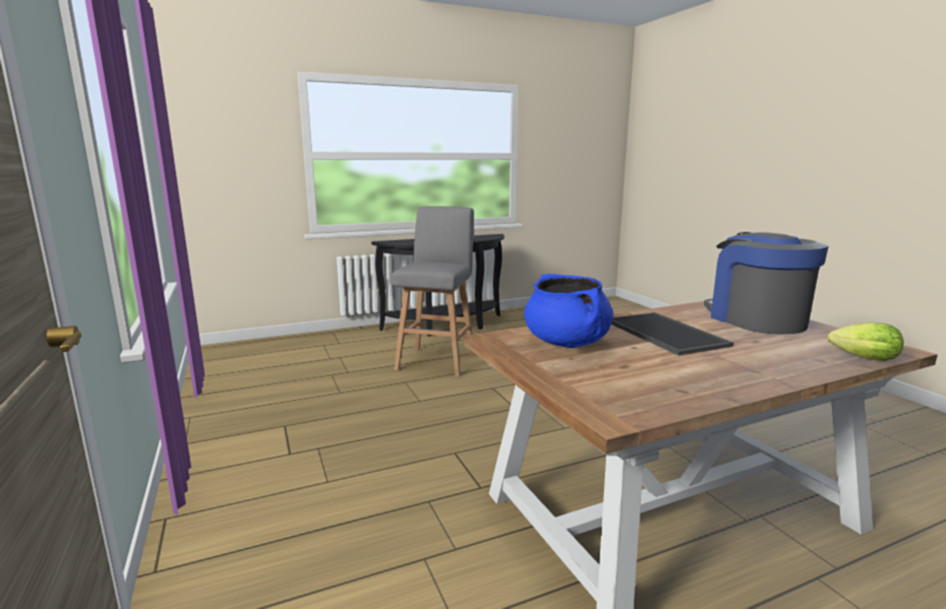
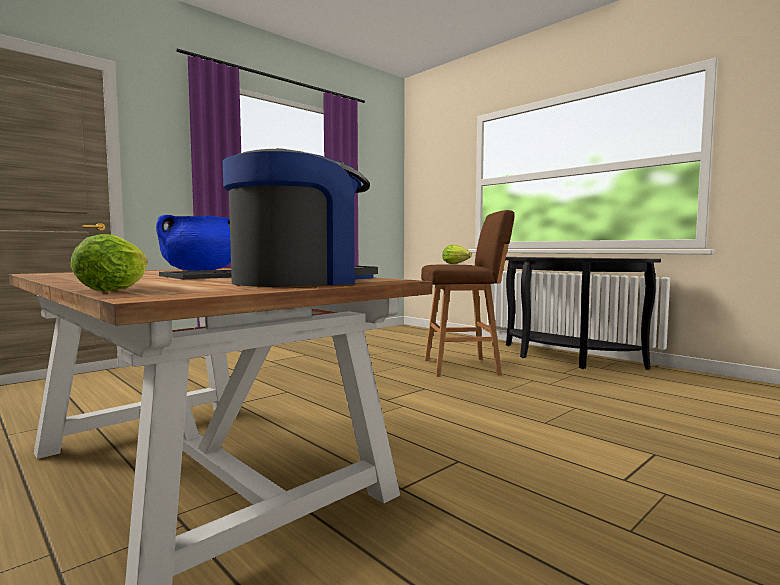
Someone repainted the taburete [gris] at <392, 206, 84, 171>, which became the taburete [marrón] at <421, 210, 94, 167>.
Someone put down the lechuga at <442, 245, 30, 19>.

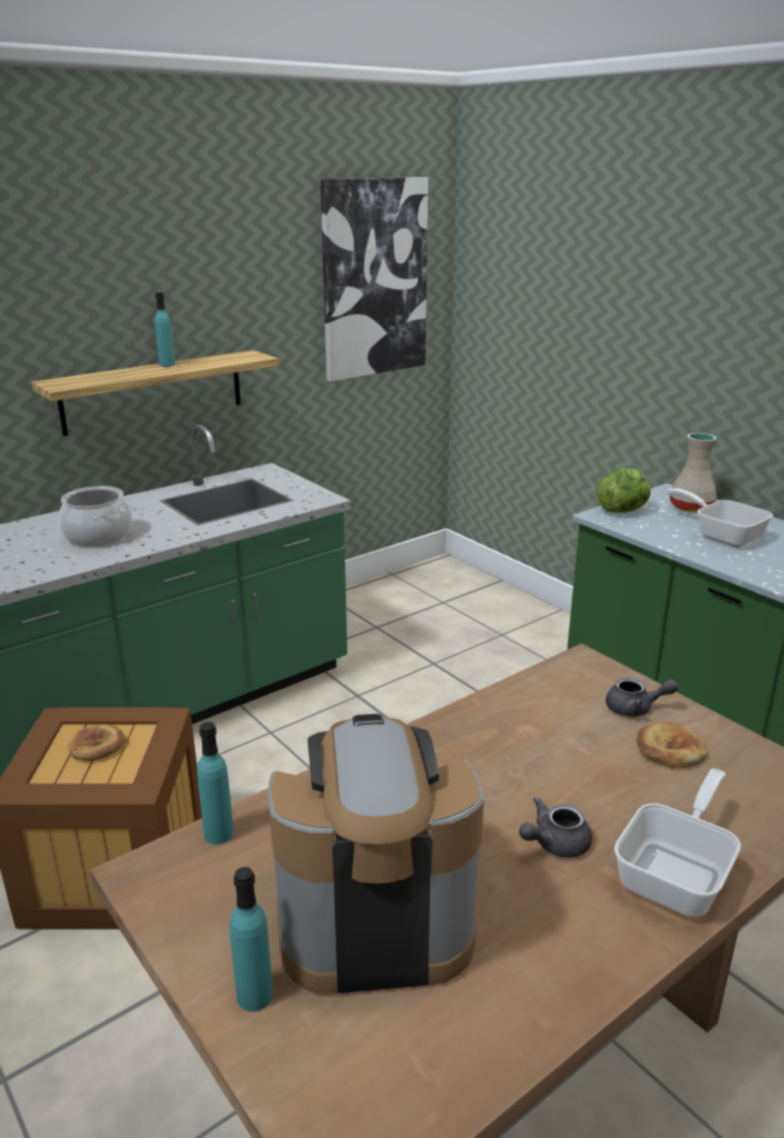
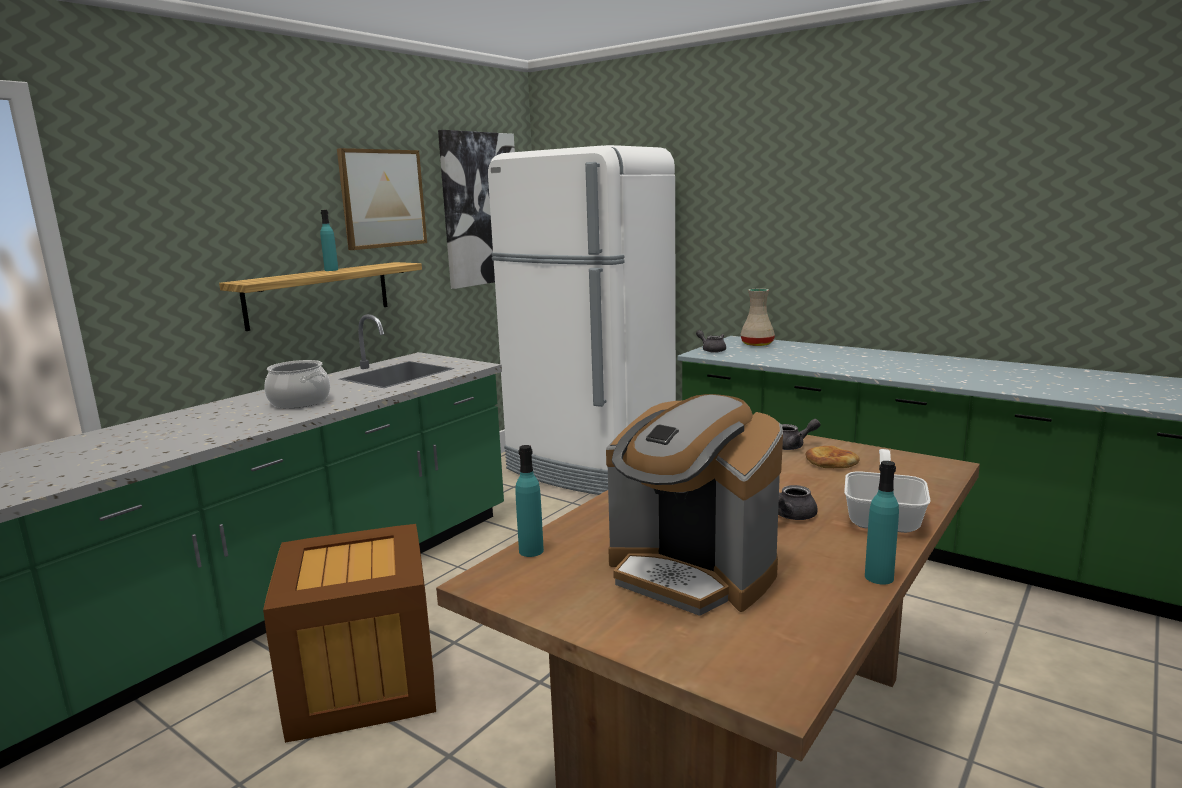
Someone took away the pan at <68, 725, 58, 36>.
Someone carried the botella [turquesa] from <230, 867, 43, 145> to <865, 461, 34, 124>.
Someone rotated the cafetera at <268, 714, 216, 280> by 120 degrees counterclockwise.
Someone swapped the lechuga at <597, 468, 54, 45> for the tetera [gris] at <696, 330, 30, 23>.
Someone took away the sartén at <667, 488, 106, 59>.
Someone put up the cuadro at <337, 148, 90, 102>.
Someone put down the nevera [blanco] at <488, 145, 188, 350>.

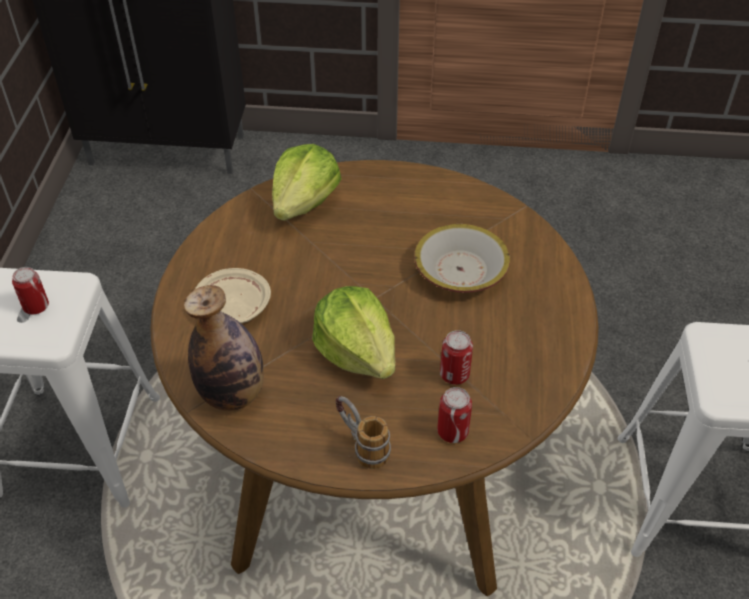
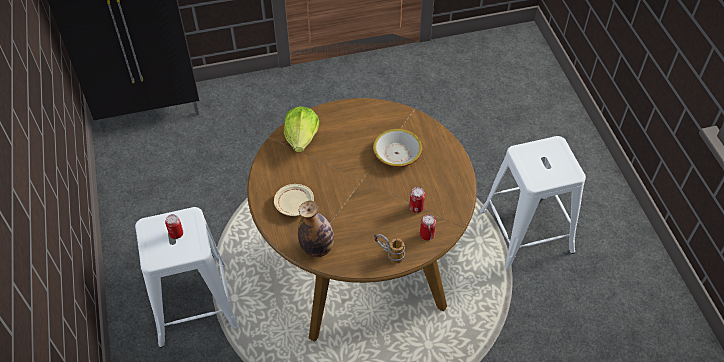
Someone took away the lechuga at <312, 286, 83, 93>.

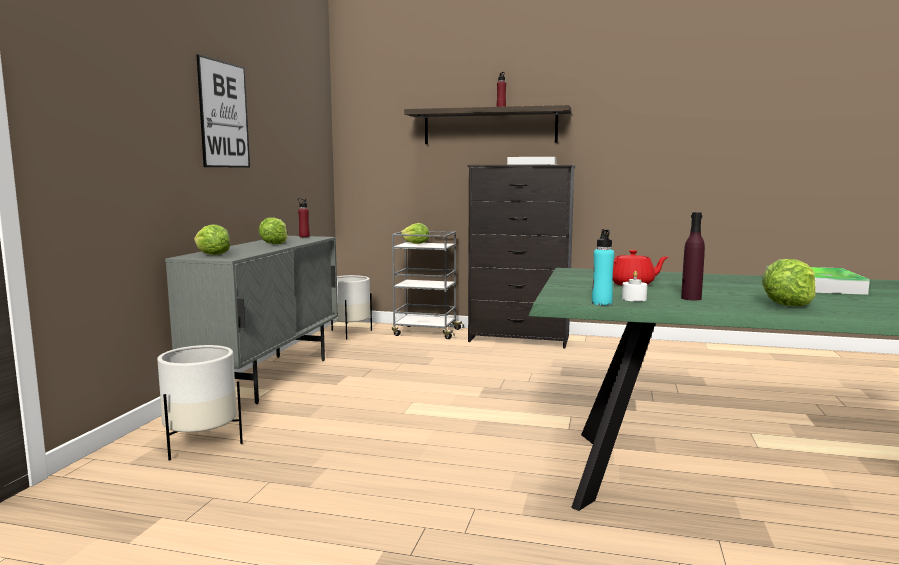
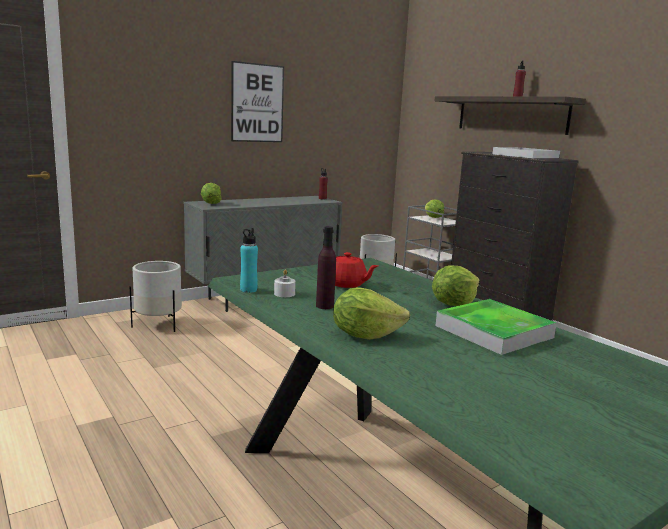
Someone carried the lechuga from <259, 217, 28, 27> to <432, 265, 48, 41>.

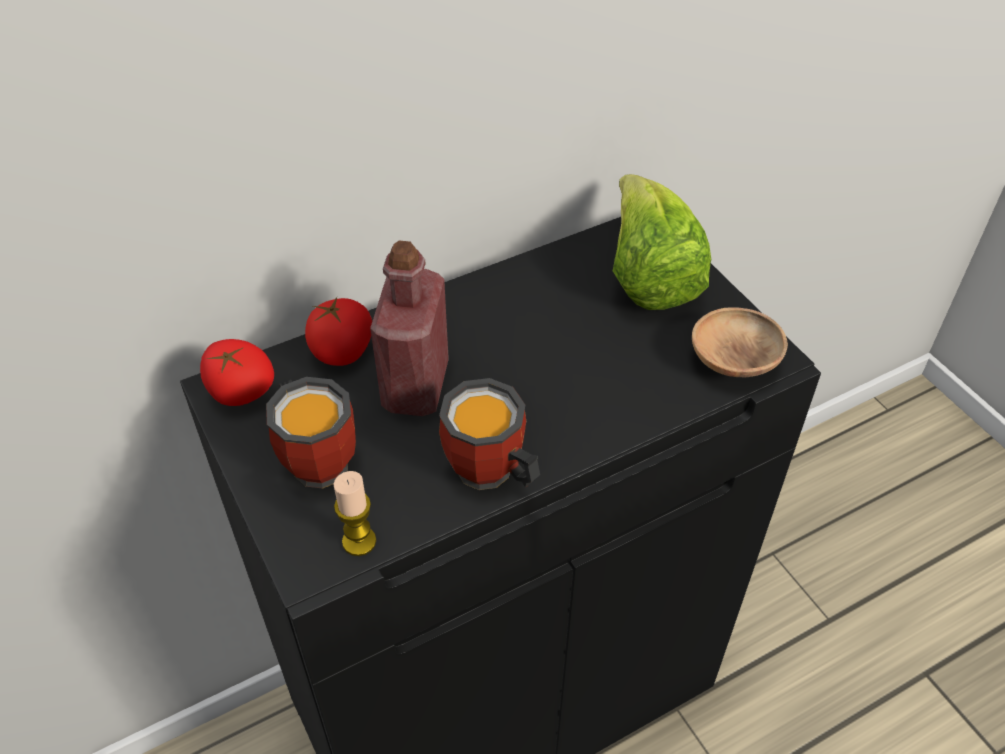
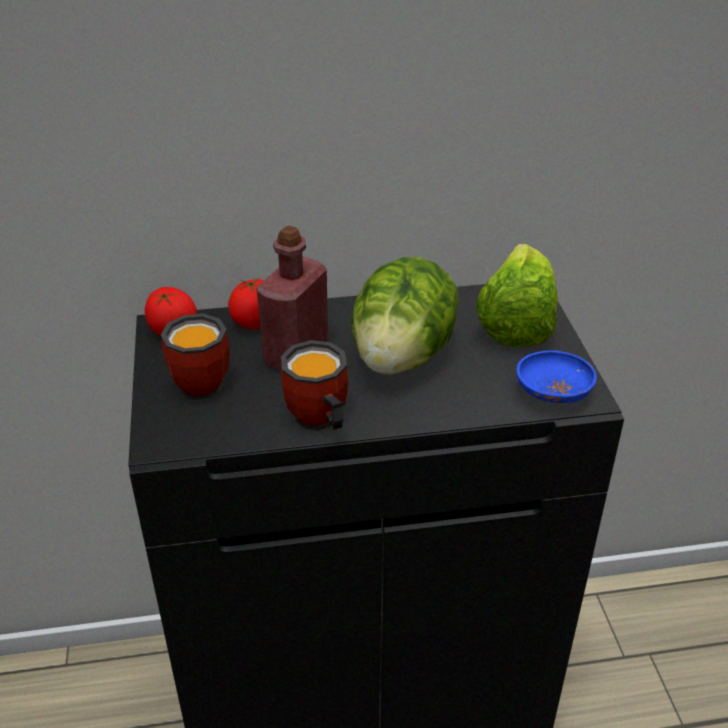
Someone took away the vela at <333, 471, 43, 85>.
Someone repainted the cuenco [marrón] at <692, 307, 96, 70>, which became the cuenco [azul] at <516, 350, 81, 53>.
Someone put down the lechuga at <351, 257, 108, 118>.

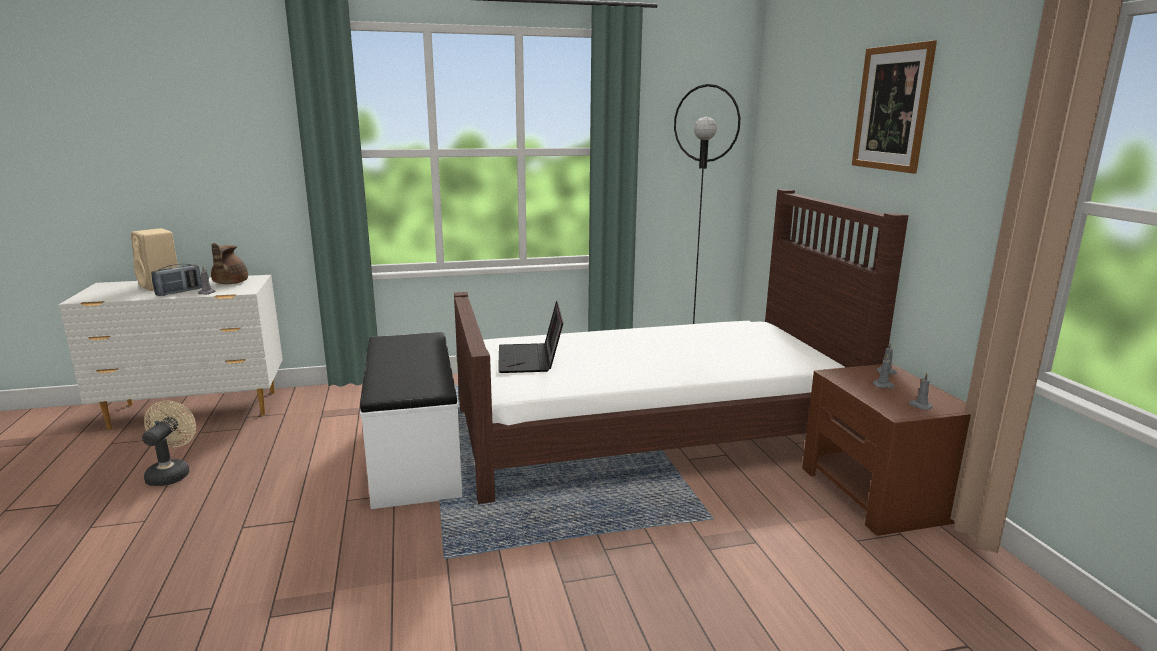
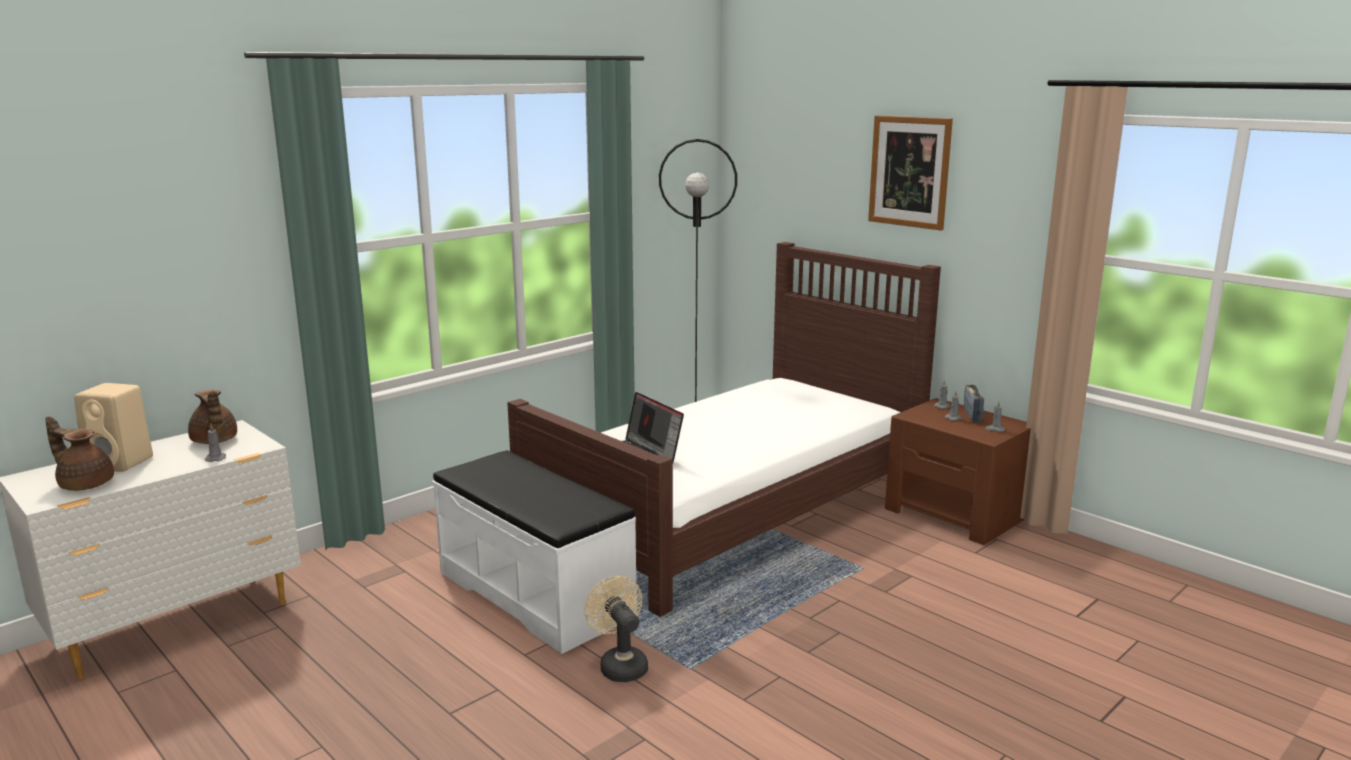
Someone carried the ventilador [beis] from <142, 401, 54, 85> to <584, 576, 64, 106>.
Someone carried the radio from <151, 264, 51, 32> to <964, 385, 20, 37>.
Someone put down the tetera [marrón] at <45, 416, 69, 75>.

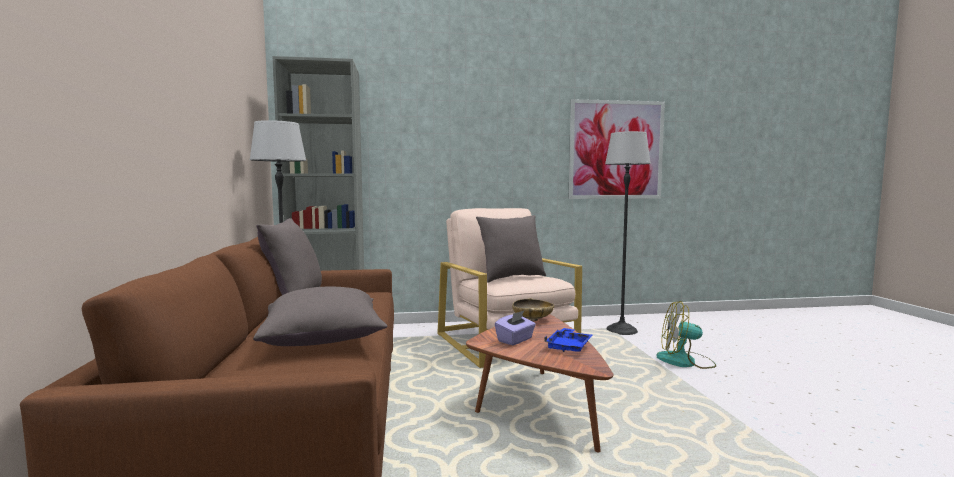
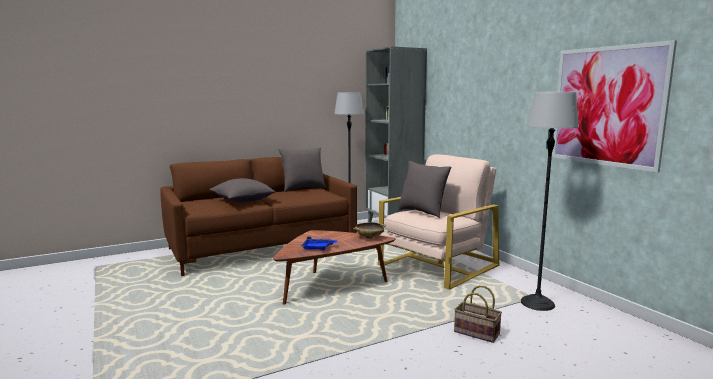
Someone took away the caja de pañuelos [morado] at <495, 311, 41, 34>.
Someone swapped the ventilador at <657, 301, 59, 68> for the cesta at <454, 285, 48, 58>.

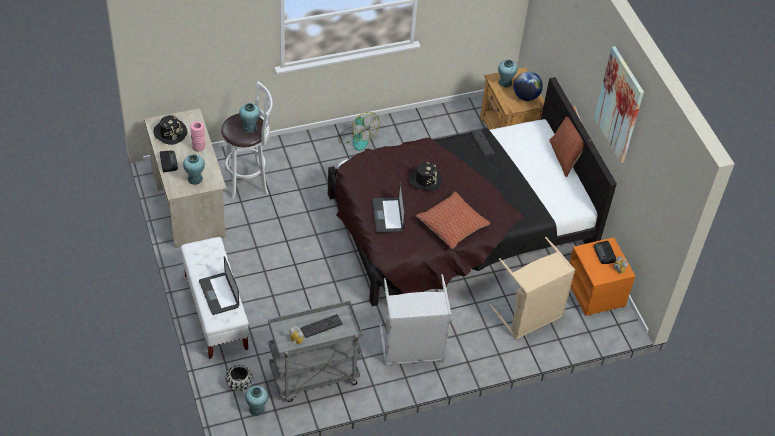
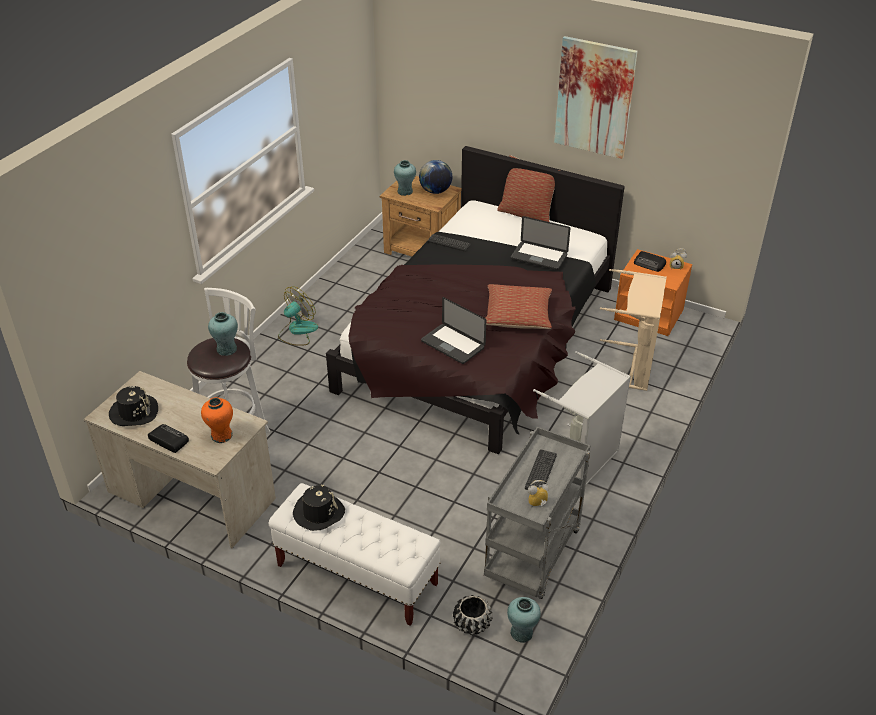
Someone repainted the florero [turquesa] at <183, 154, 22, 31>, which became the florero [naranja] at <201, 397, 32, 46>.
Someone took away the florero [rosa] at <190, 121, 15, 31>.
Someone carried the portátil from <199, 256, 40, 59> to <511, 216, 60, 54>.
Someone rotated the ventilador at <339, 112, 41, 39> by 60 degrees counterclockwise.
Someone carried the sombrero [negro] from <409, 162, 33, 29> to <293, 484, 52, 47>.

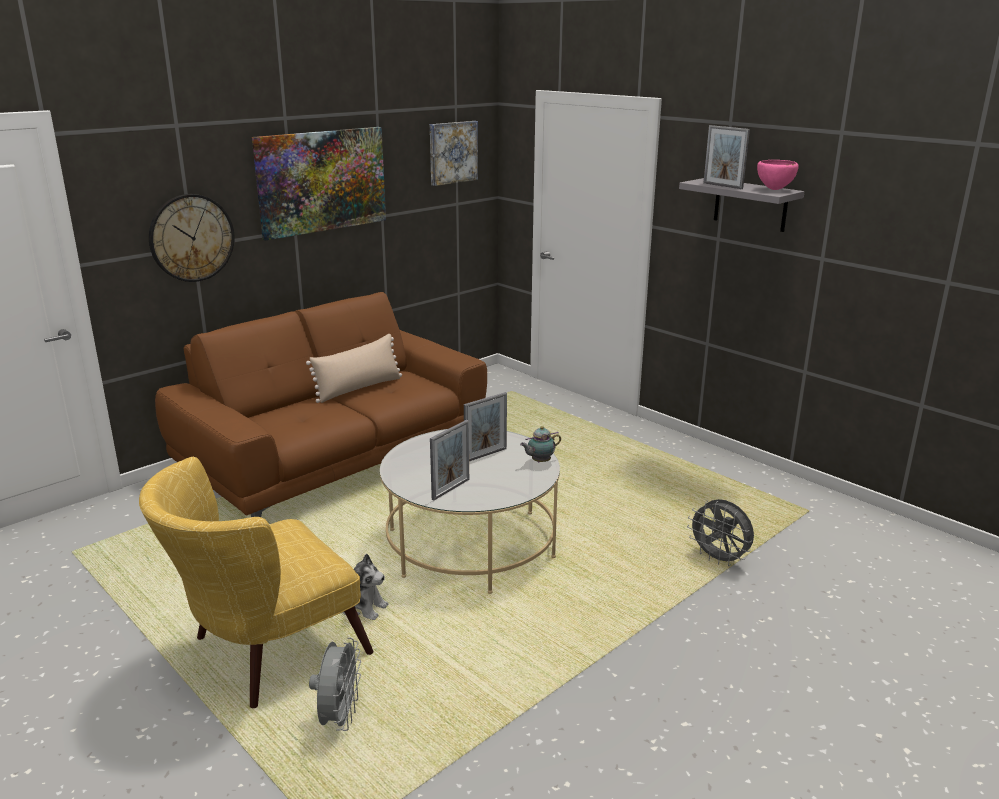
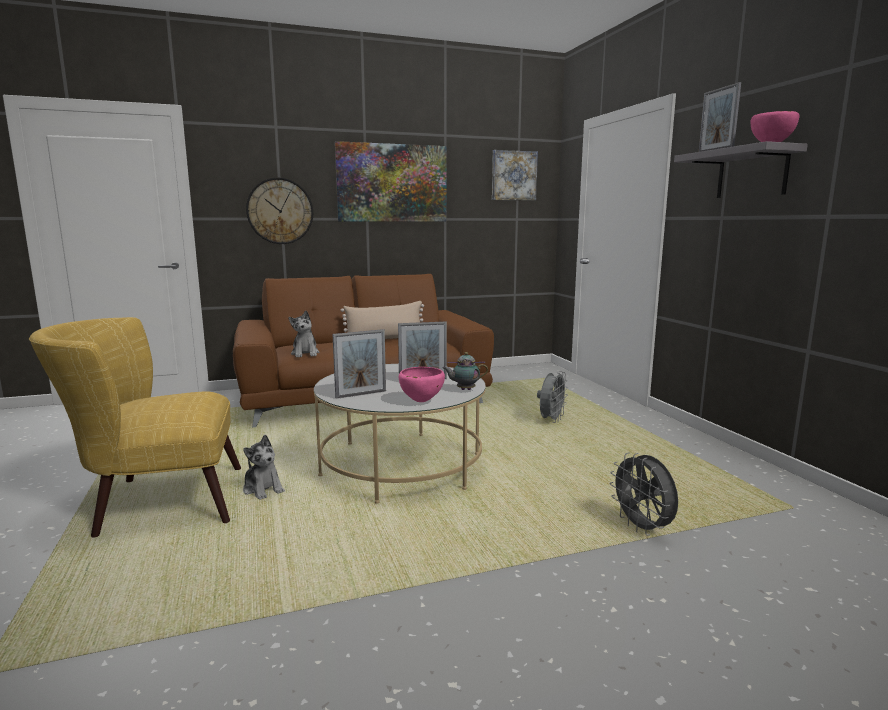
Someone carried the ventilador [gris] from <309, 637, 52, 94> to <537, 371, 31, 52>.
Someone put down the peluche at <289, 311, 30, 46>.
Someone put down the cuenco [rosa] at <399, 367, 46, 35>.

